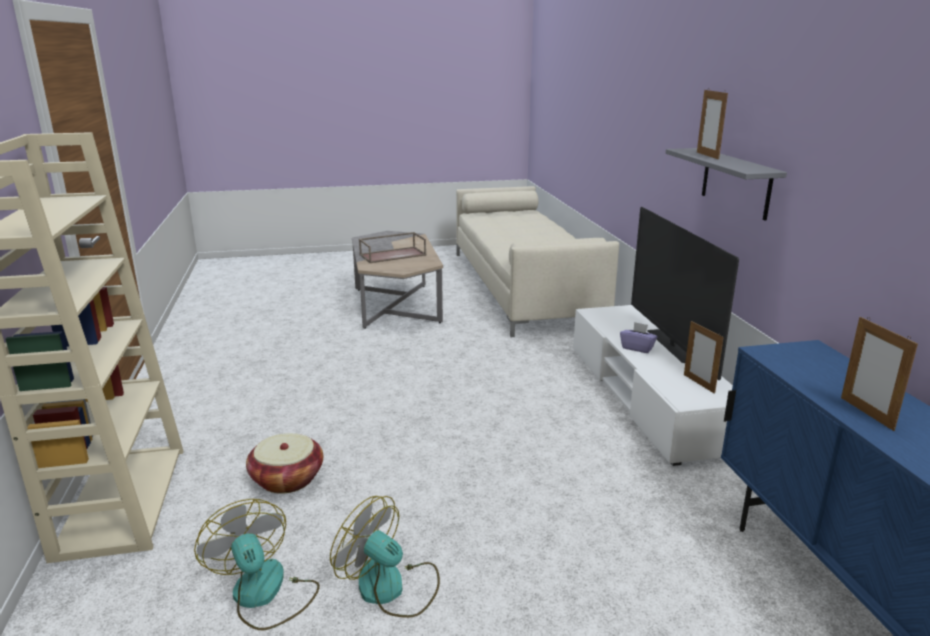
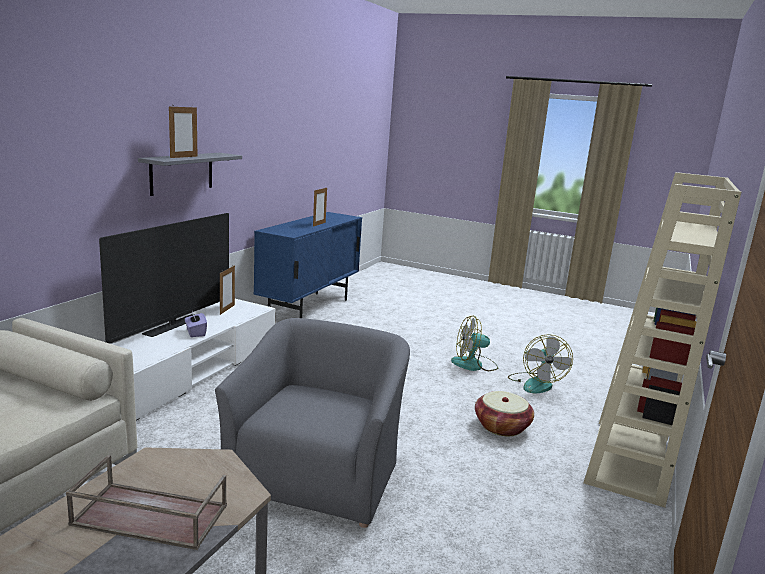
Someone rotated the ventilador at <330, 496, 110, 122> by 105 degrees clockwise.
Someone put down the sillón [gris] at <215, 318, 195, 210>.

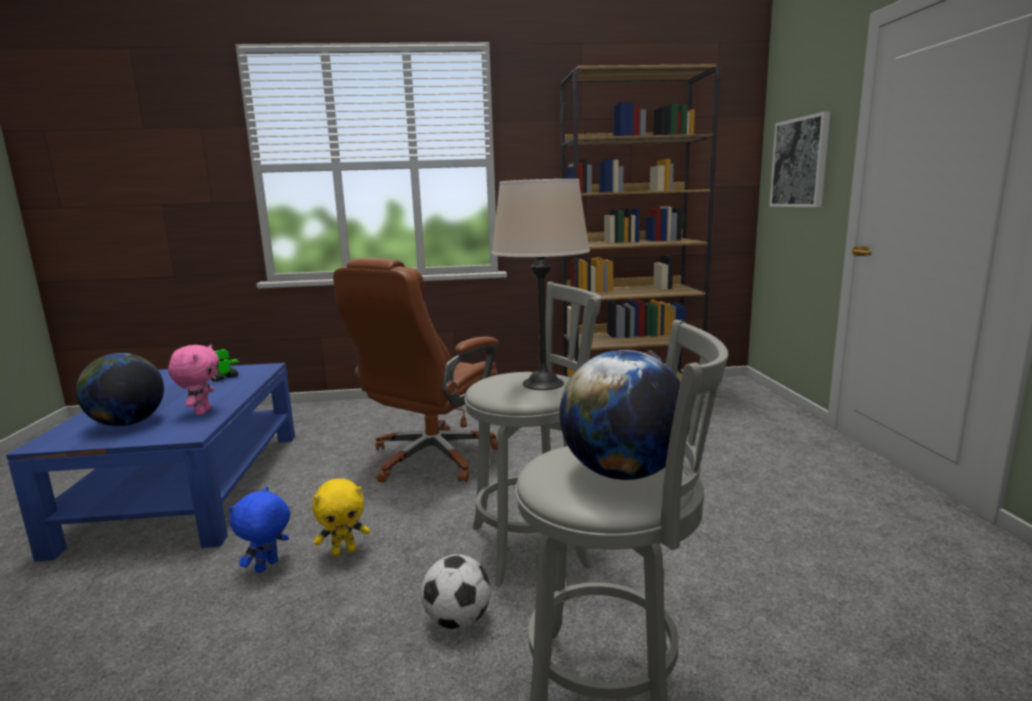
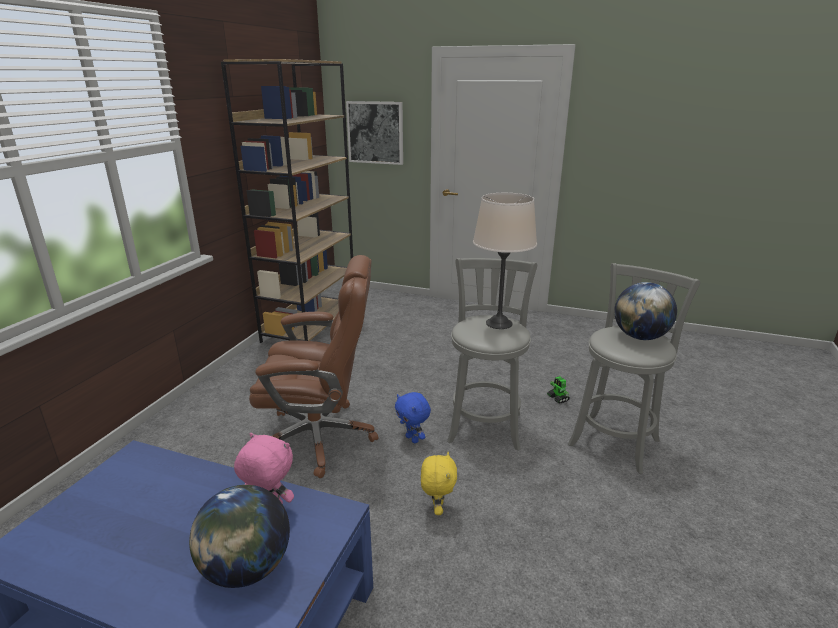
Someone carried the robot de juguete from <211, 349, 28, 32> to <547, 376, 23, 28>.
Someone carried the peluche [azul] from <229, 487, 61, 86> to <395, 392, 36, 51>.
Someone rotated the silla de oficina [marrón] at <333, 258, 166, 225> by 60 degrees counterclockwise.
Someone took away the balón de fútbol at <421, 554, 70, 75>.

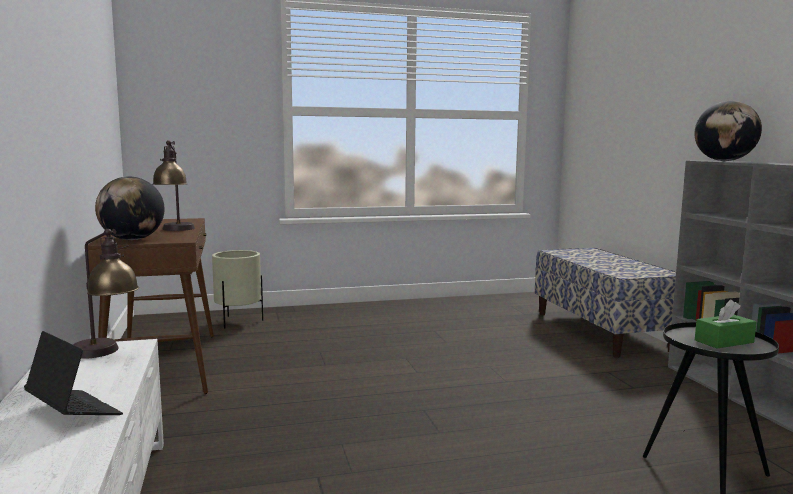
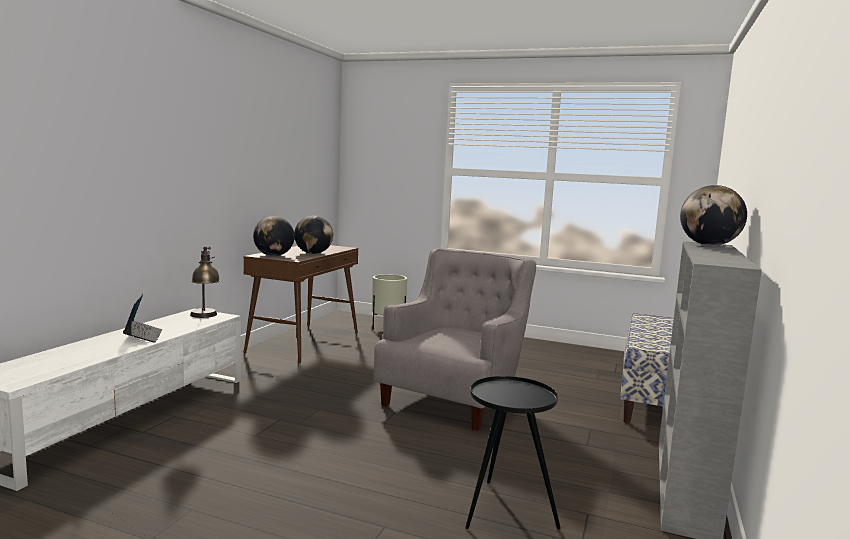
Someone swapped the lámpara de mesa at <153, 140, 42, 91> for the globo terráqueo at <294, 216, 39, 38>.
Someone took away the caja de pañuelos [verde] at <695, 300, 62, 48>.
Someone put down the sillón [gris] at <373, 248, 163, 183>.

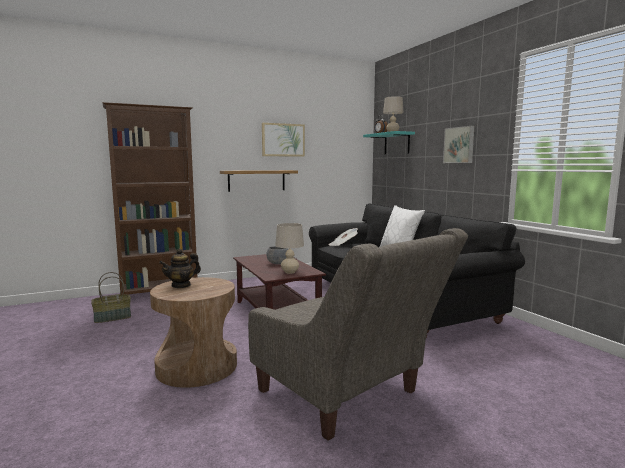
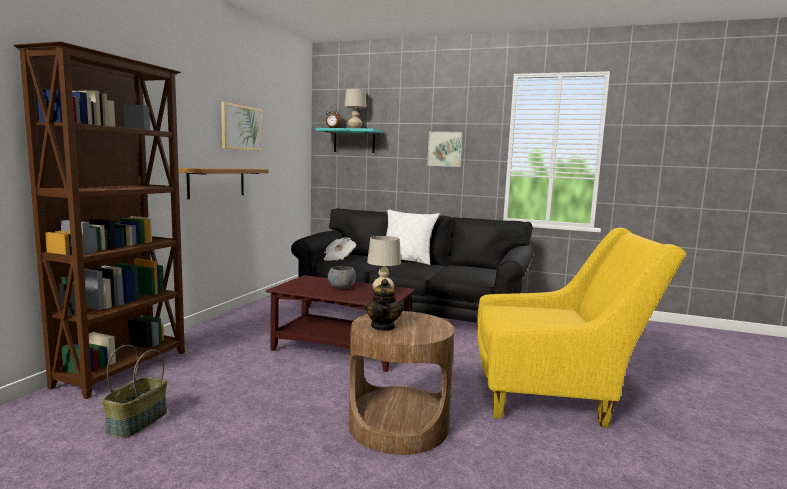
Someone repainted the sillón [gris] at <248, 228, 220, 212>, which became the sillón [amarillo] at <477, 228, 209, 199>.

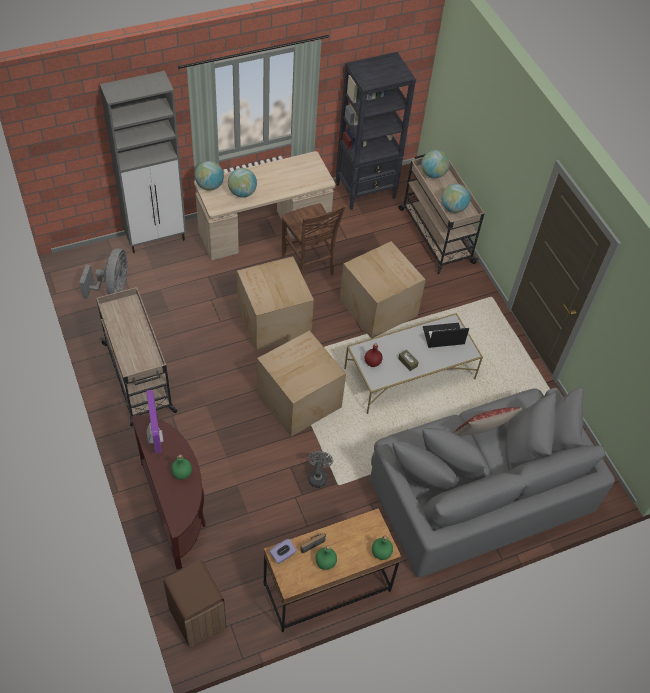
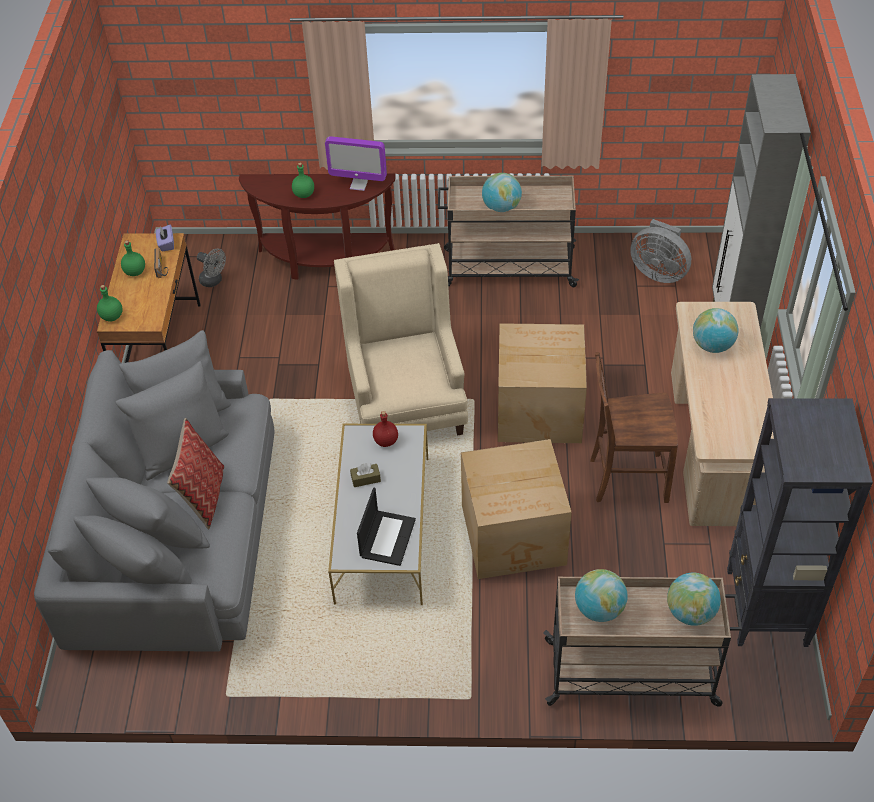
Someone took away the papelera [marrón] at <163, 560, 63, 88>.
Someone carried the globo terráqueo from <195, 161, 29, 30> to <482, 173, 40, 39>.
Someone swapped the caja de cartón at <257, 330, 89, 107> for the sillón [beis] at <334, 243, 134, 192>.
Someone carried the ventilador [gris] from <308, 451, 25, 37> to <197, 249, 29, 38>.

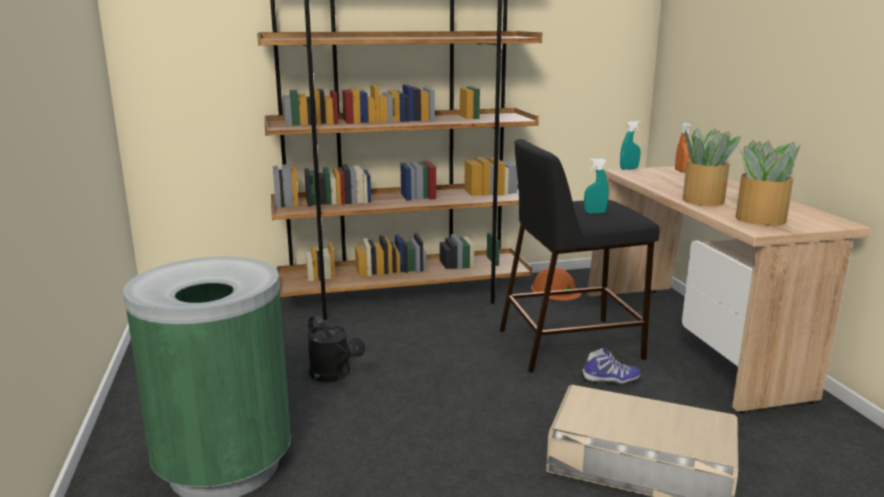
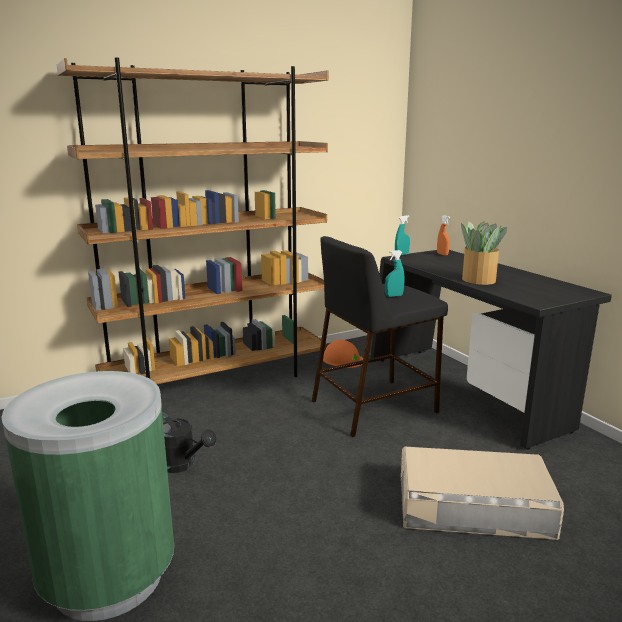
Someone took away the zapato at <581, 348, 60, 37>.
Someone repainted the escritorio [beis] at <587, 166, 284, 248>, which became the escritorio [negro] at <370, 250, 242, 200>.
Someone took away the planta en maceta at <736, 140, 65, 86>.

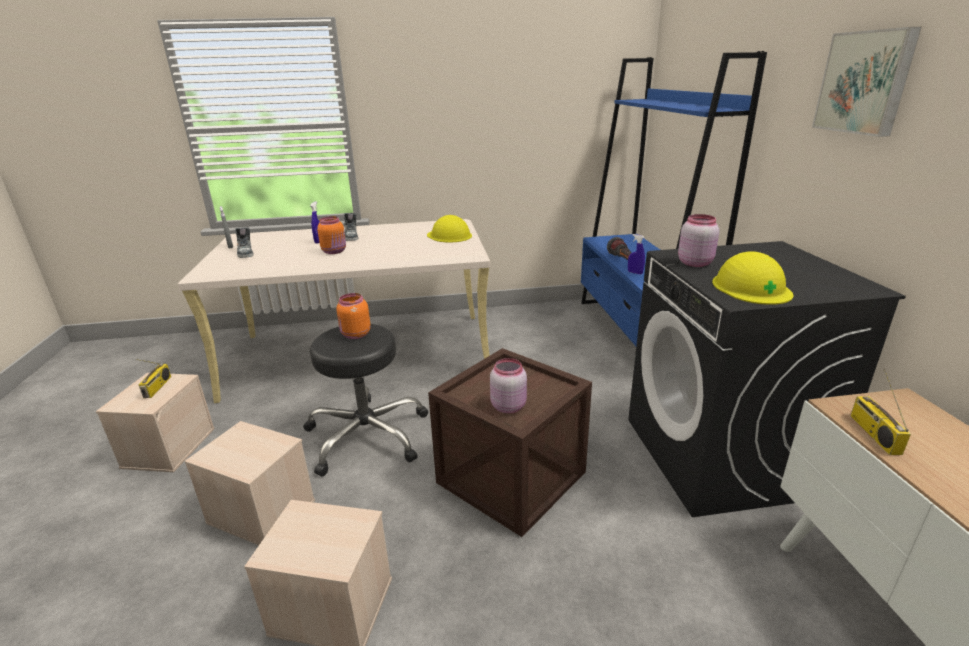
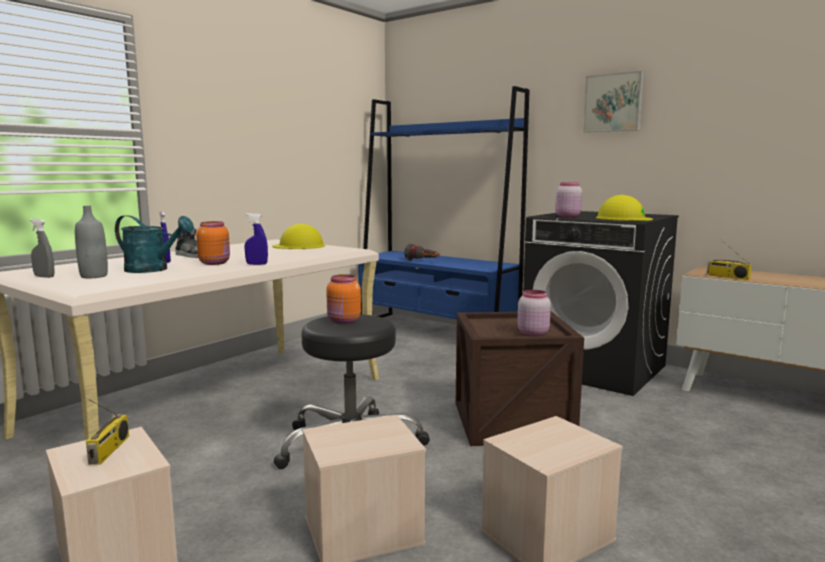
Someone rotated the radio at <135, 359, 36, 39> by 45 degrees clockwise.
Someone swapped the zapato at <235, 227, 19, 31> for the botella [gris] at <75, 205, 33, 73>.
Someone carried the pulverizador [azul] from <628, 234, 17, 41> to <244, 213, 24, 52>.
Someone put down the regadera [turquesa] at <115, 215, 79, 58>.

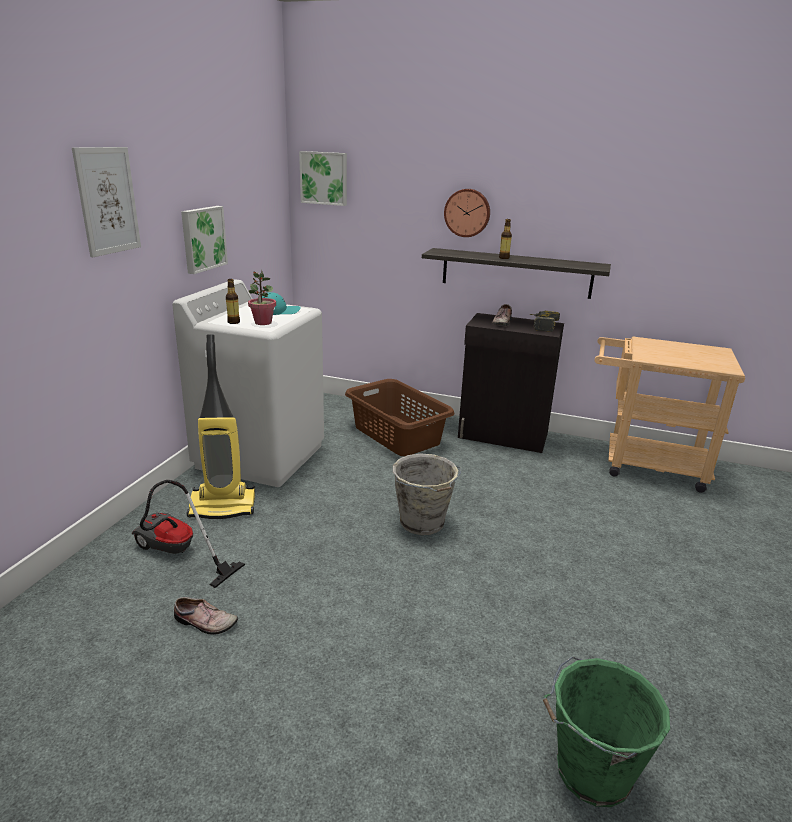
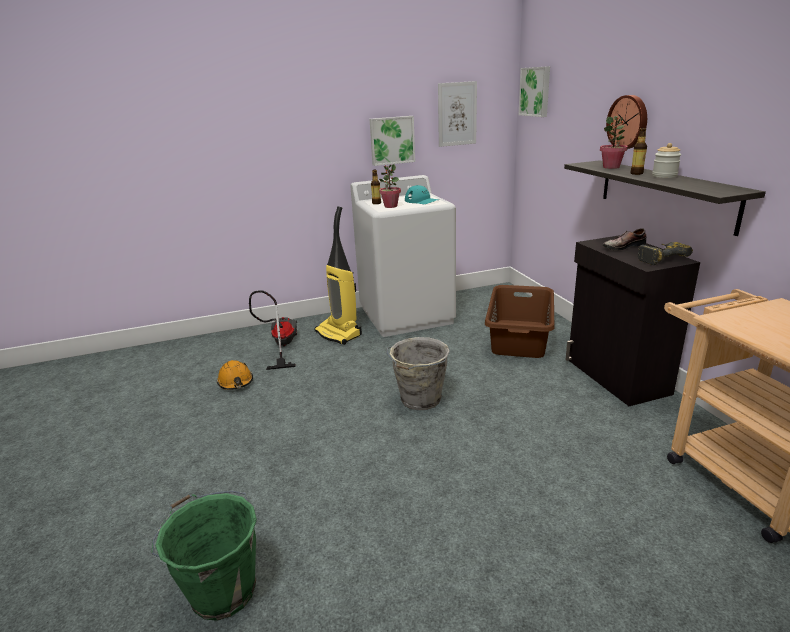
Someone carried the cuadro from <72, 147, 69, 110> to <438, 81, 39, 66>.
Someone swapped the zapato at <174, 597, 64, 38> for the casco [naranja] at <217, 360, 36, 30>.
Someone put down the planta en maceta at <600, 116, 28, 53>.
Someone put down the tarro at <652, 143, 29, 35>.

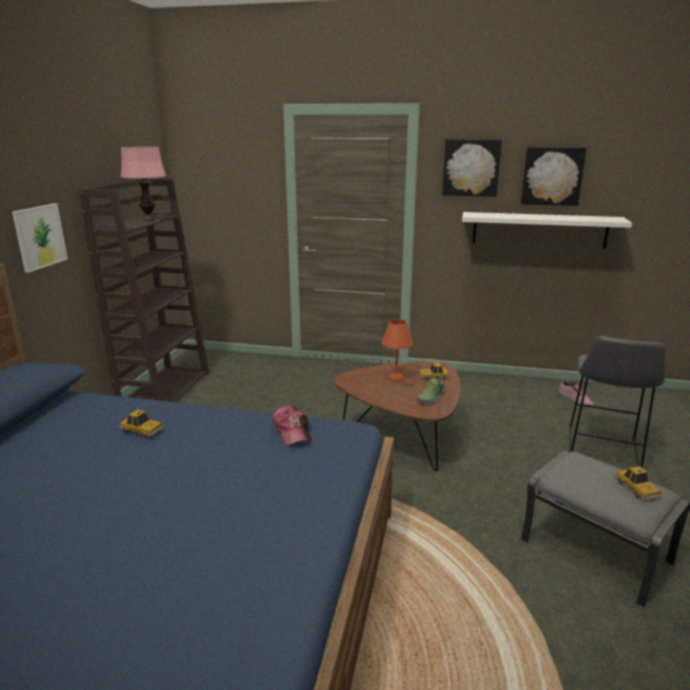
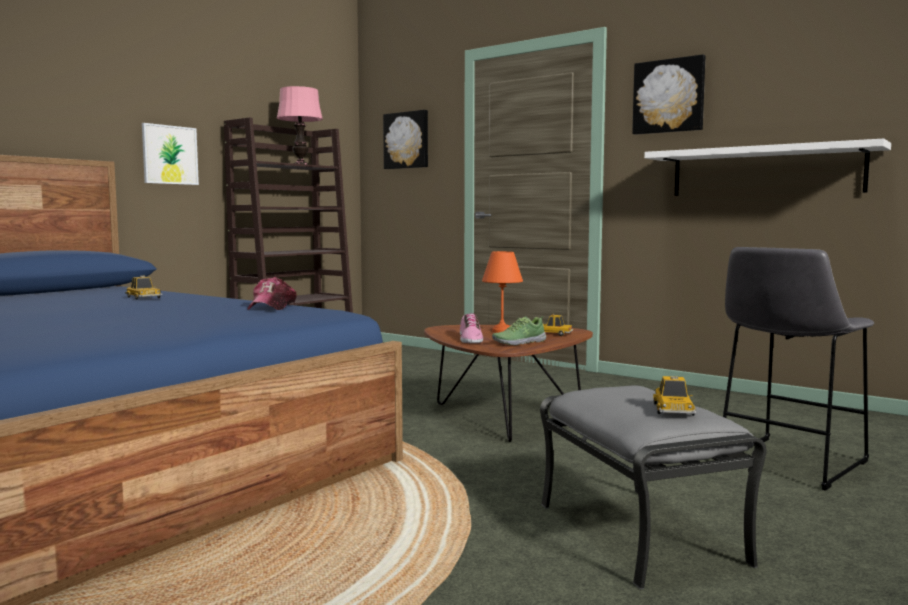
Someone carried the cuadro from <521, 147, 65, 59> to <383, 110, 45, 59>.
Someone carried the zapato from <558, 381, 36, 24> to <460, 314, 23, 29>.

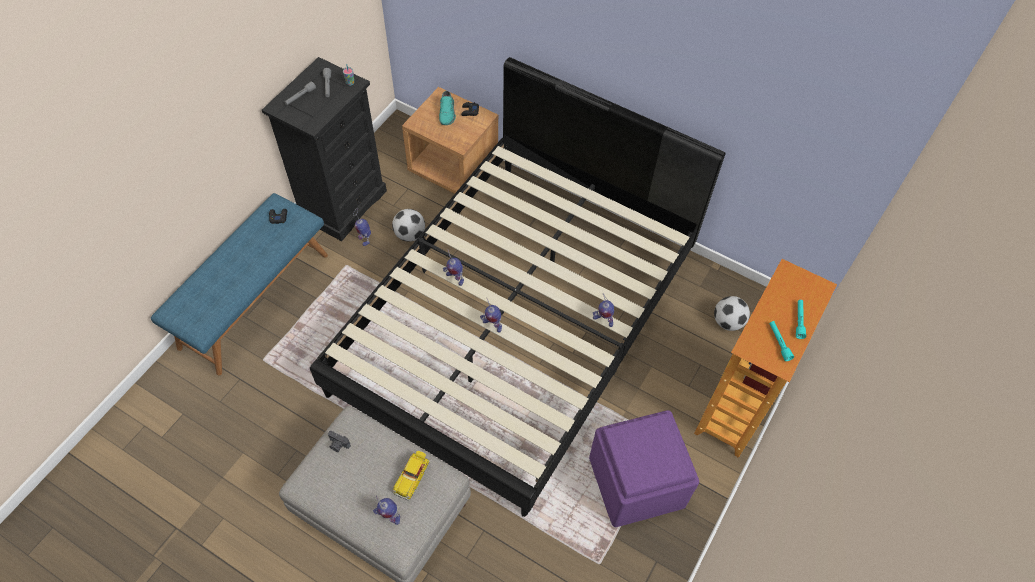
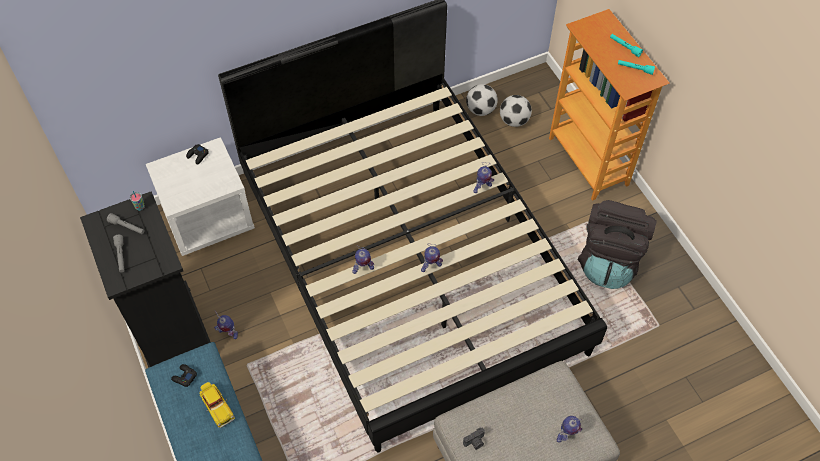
Someone carried the balón de fútbol from <392, 209, 33, 33> to <466, 84, 32, 32>.
Someone carried the coche de juguete from <393, 451, 36, 49> to <199, 382, 36, 46>.
Someone repainted the mesita de noche [marrón] at <402, 87, 96, 107>, which became the mesita de noche [blanco] at <146, 137, 109, 119>.
Someone took away the zapato [turquesa] at <439, 91, 17, 34>.
Someone swapped the puf [morado] at <589, 410, 110, 117> for the mochila [negro] at <578, 200, 79, 89>.

